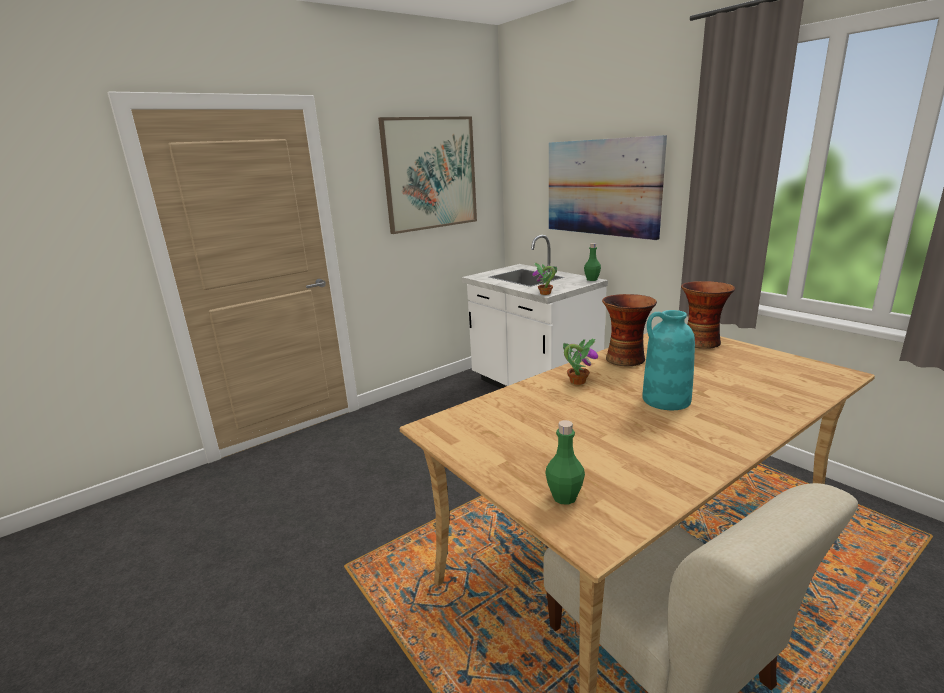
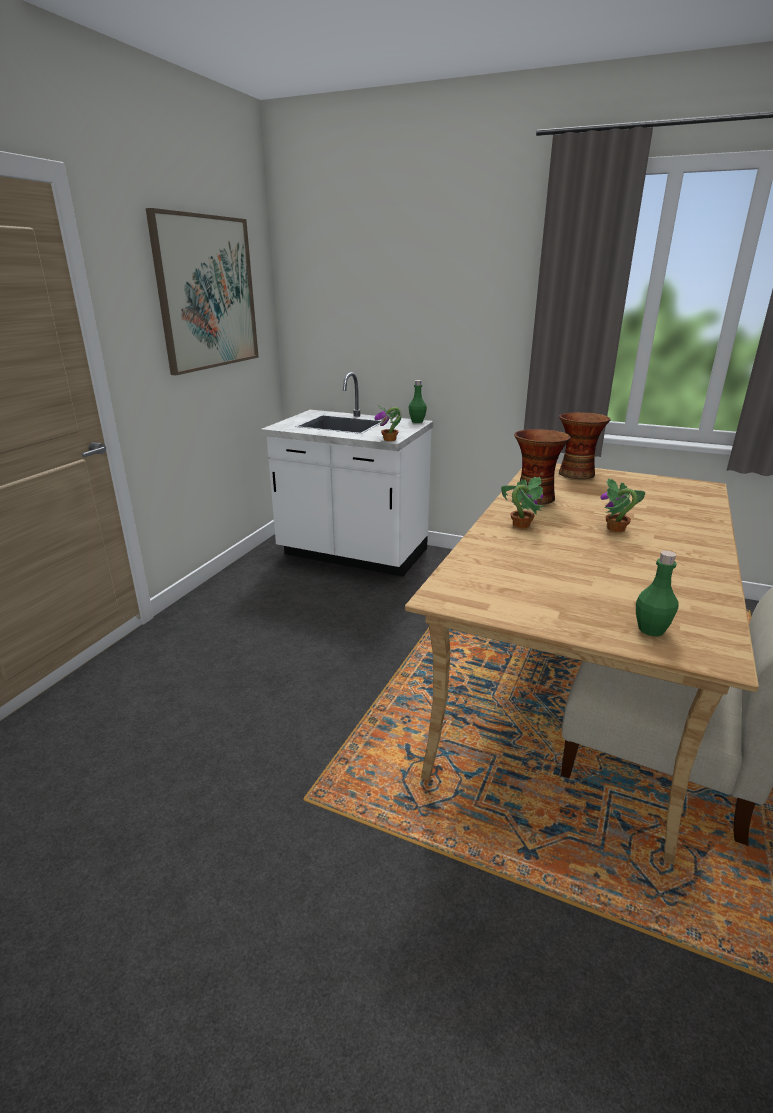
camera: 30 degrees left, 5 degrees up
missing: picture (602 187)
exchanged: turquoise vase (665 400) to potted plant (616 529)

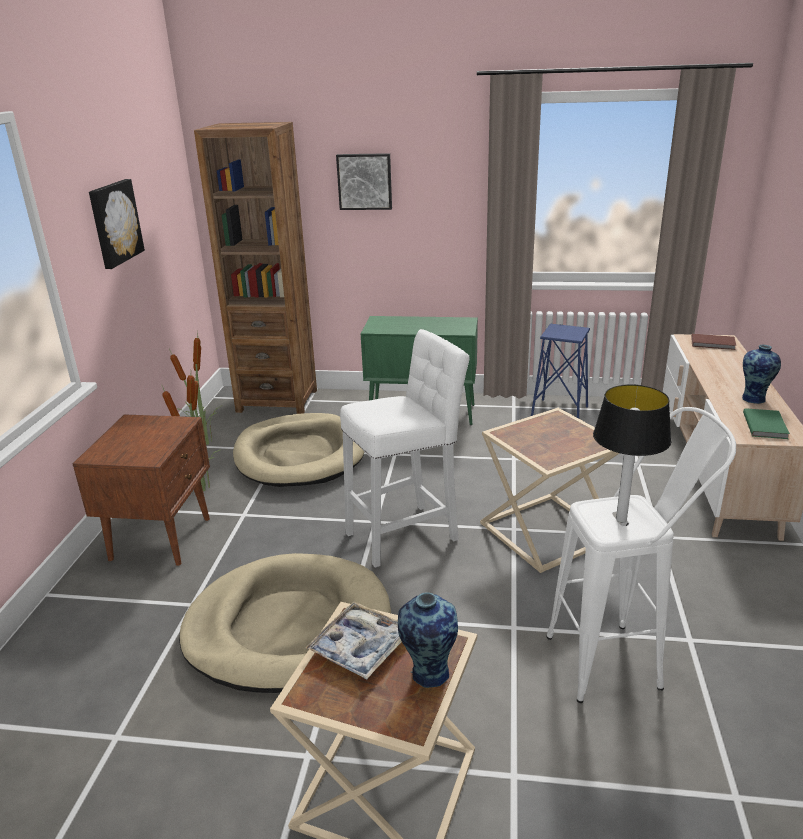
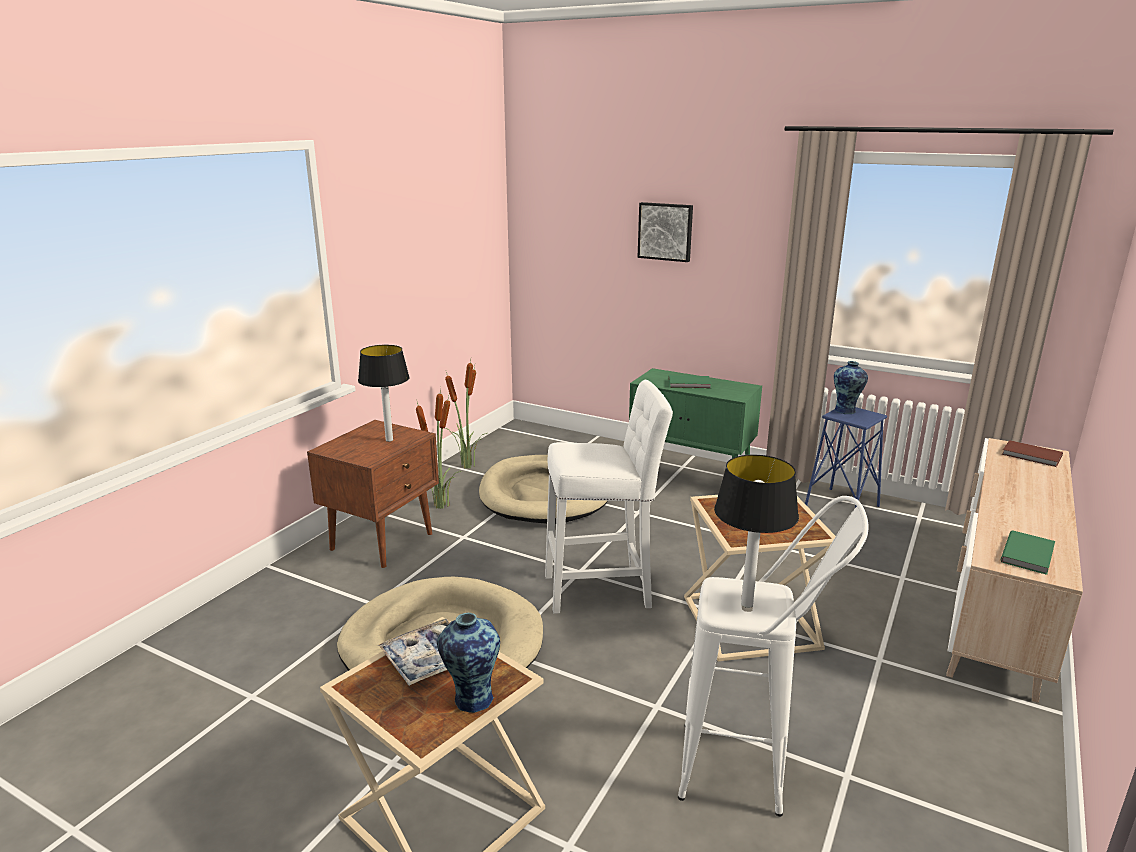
camera: 20 degrees right, 5 degrees down
missing: picture (114 223); brown bookcase (277 400)
appeared: table lamp (389 440); green book (690 384)
relocated: vase (754 398) to (846 411)

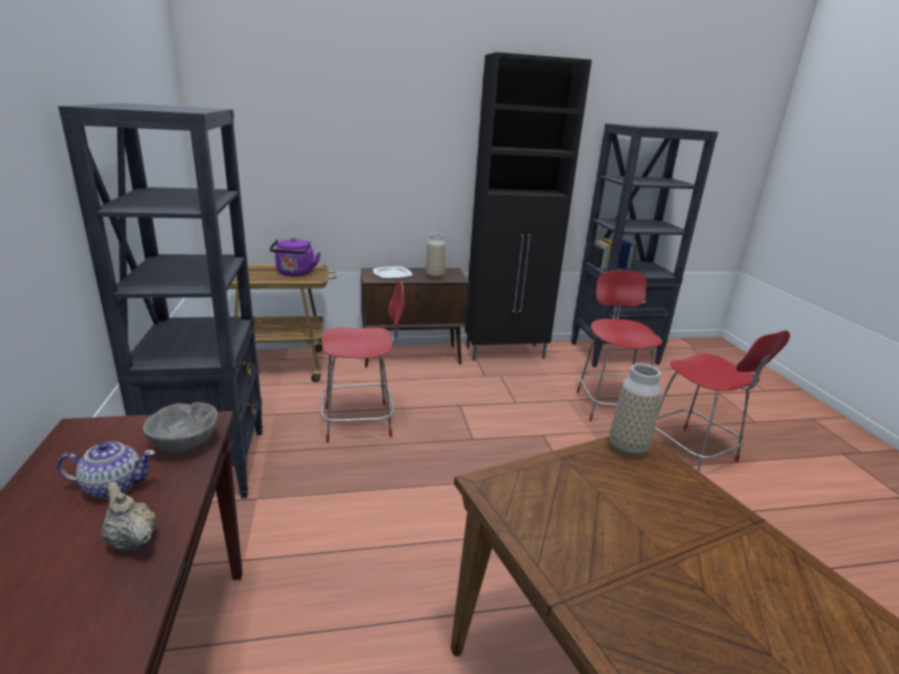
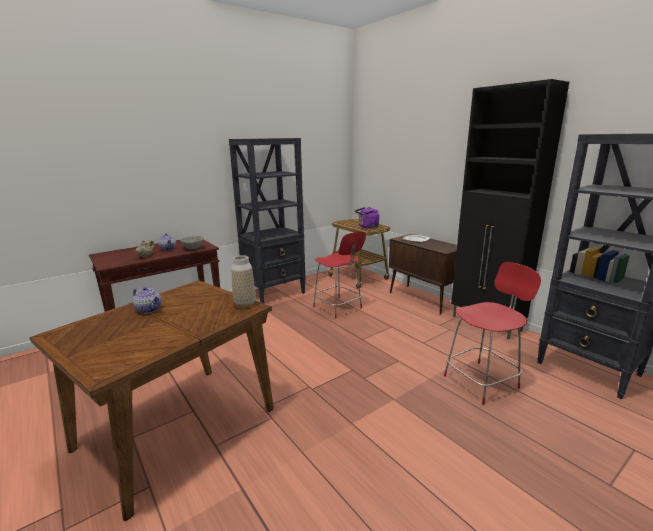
camera: 65 degrees right, 5 degrees down
missing: vase (434 276); red stool (692 454)
appeared: teapot (149 309)

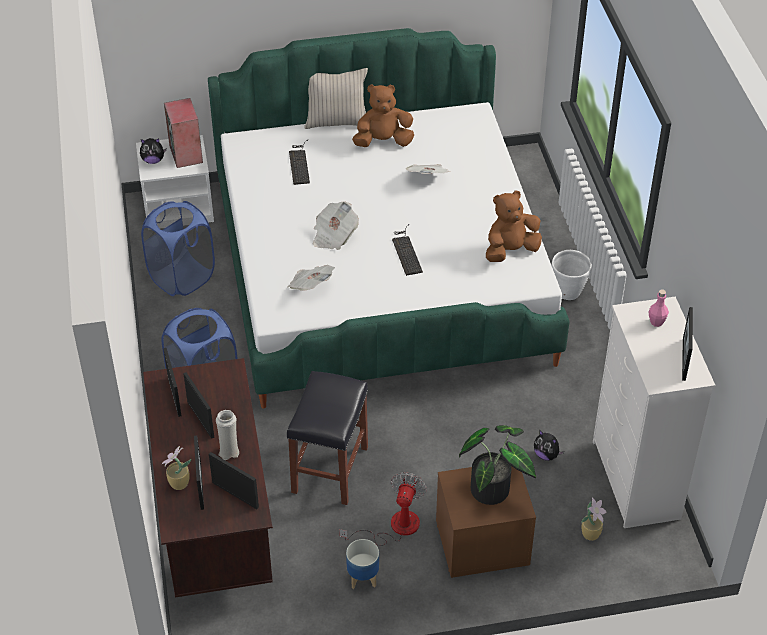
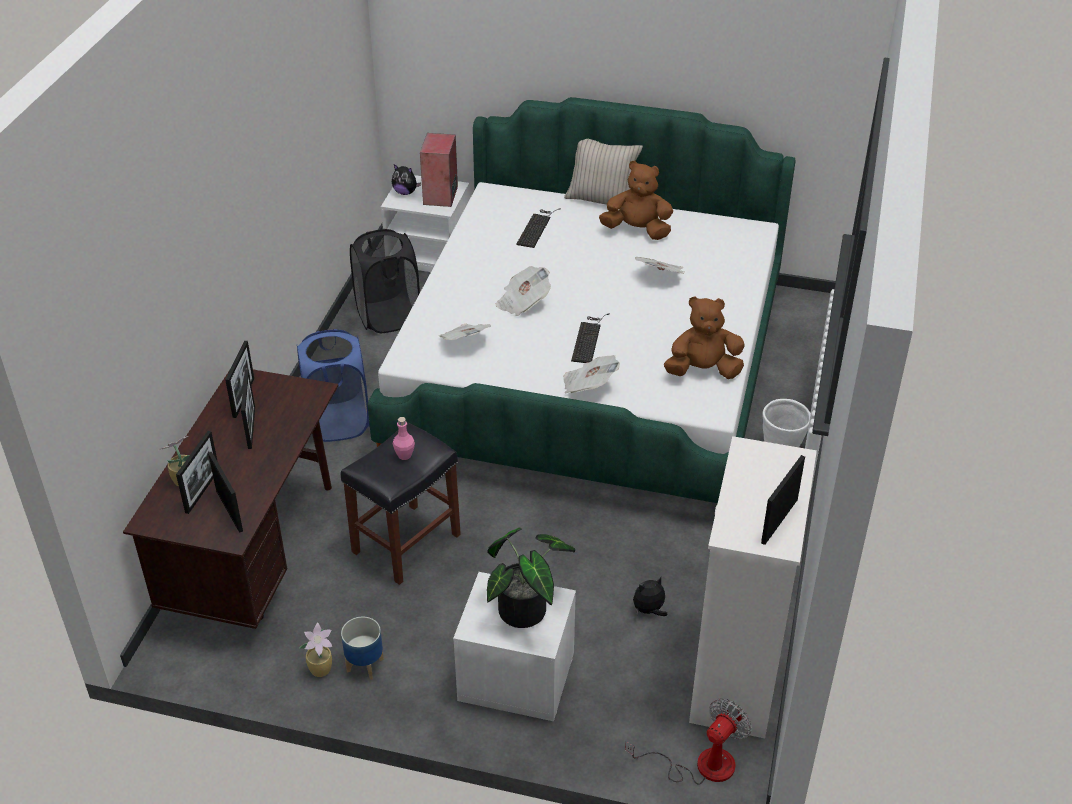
camera: 25 degrees right, 5 degrees down
missing: white vase (229 451)
appeared: newspaper (589 386)
relocated: fan (394 527) to (701 765); potted plant (591 533) to (322 669); pink bottle (656 322) to (404 455)
colour: blue laundry basket (182 278) to black laundry basket (388 317); brown nightstand (481 544) to white nightstand (515 678)
spun: plush toy (546 455) = (649 610) 90 degrees clockwise

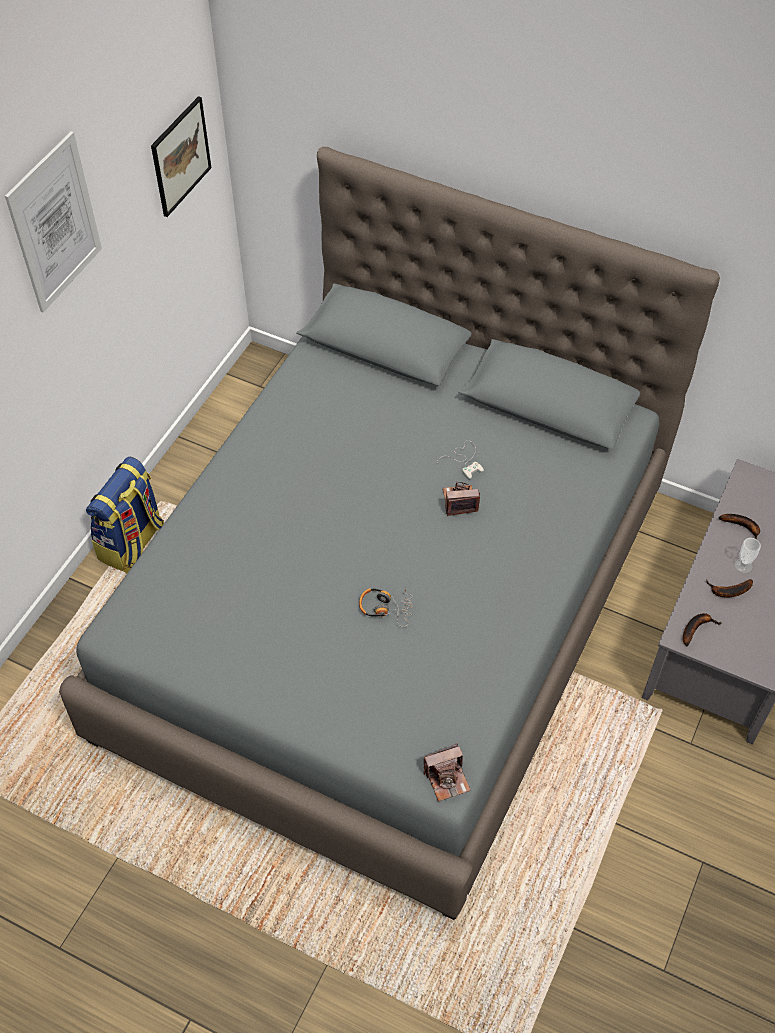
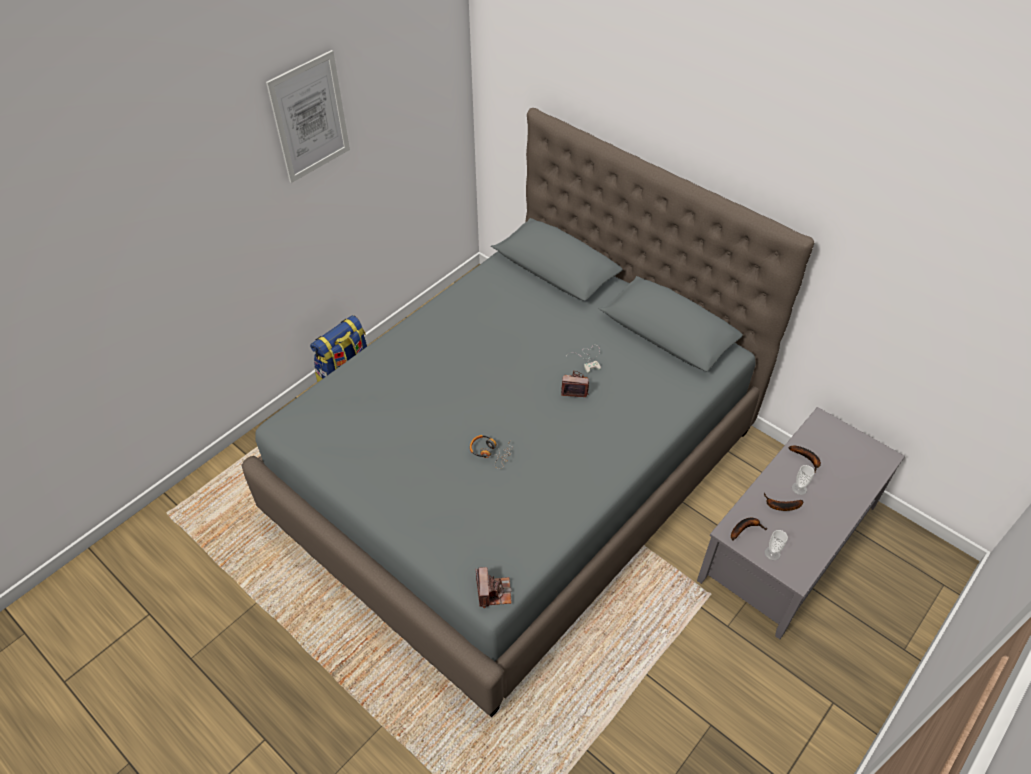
camera: 15 degrees right, 5 degrees down
missing: picture (180 156)
appeared: cup (772 553)
spun: photo camera (447 778) = (493 592) 90 degrees counterclockwise

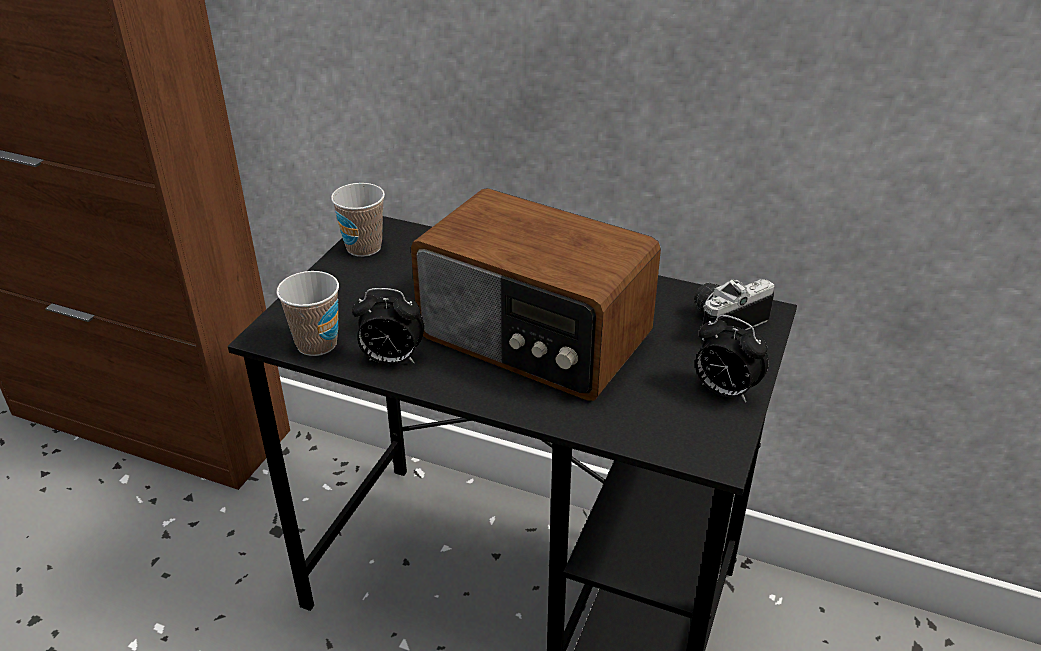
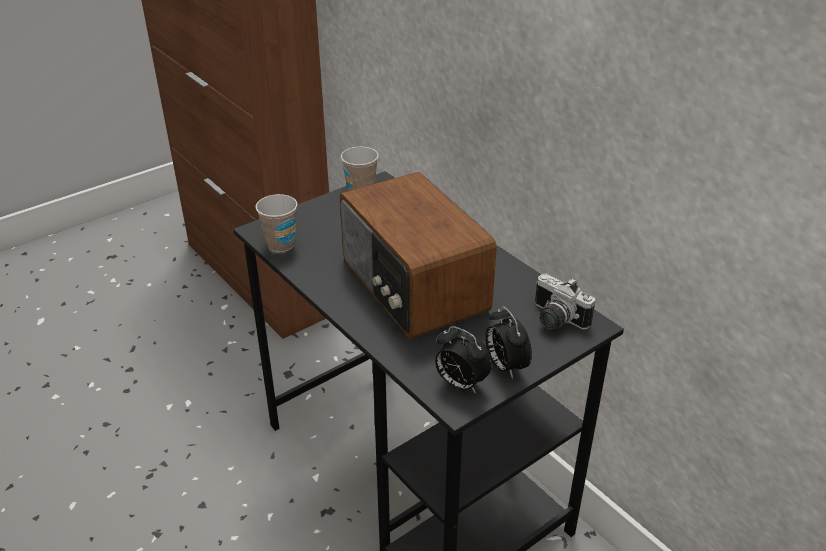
camera: 30 degrees right, 0 degrees up
relocated: alarm clock (391 360) to (460 384)
spun: photo camera (723 320) = (555 320) 135 degrees counterclockwise

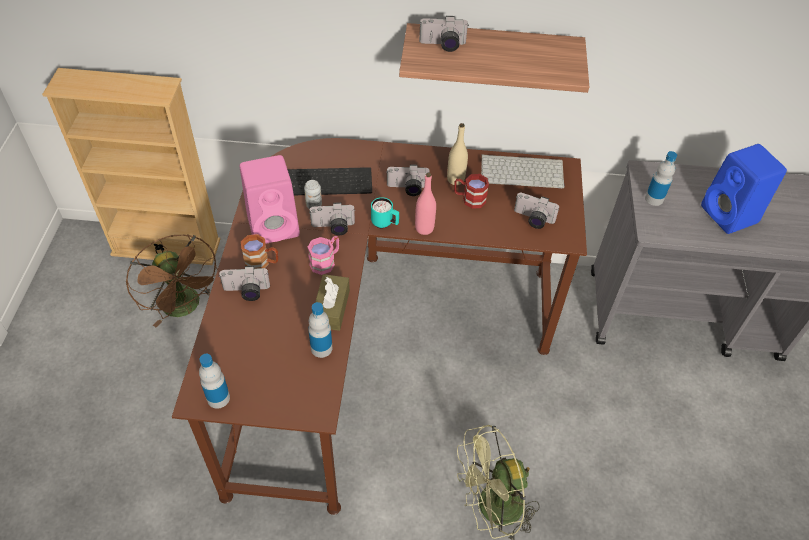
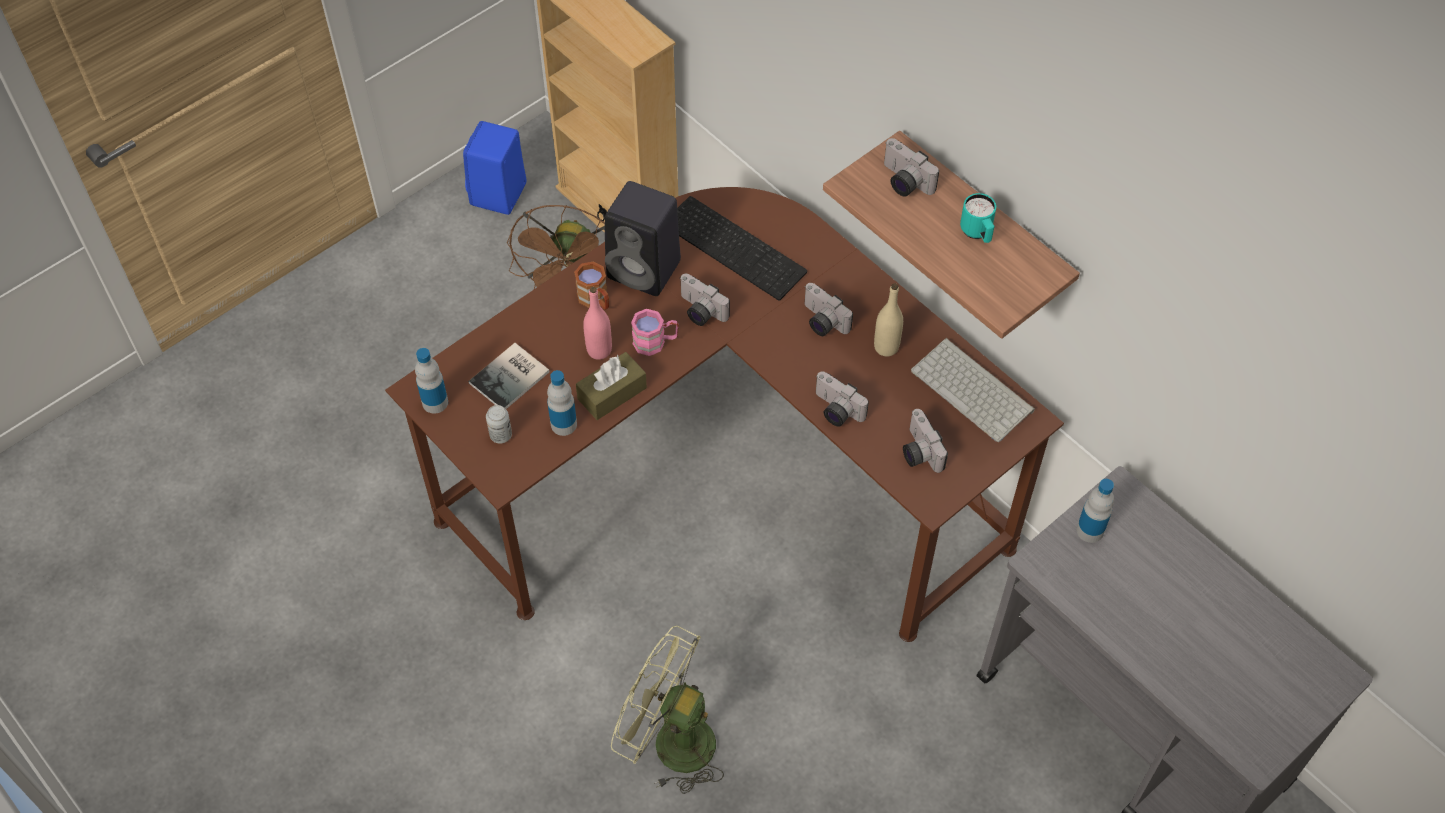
camera: 45 degrees right, 5 degrees up
missing: red mug (469 199)
appeared: book (512 377)
relocated: photo camera (246 292) to (835 410); can (314 205) to (501 435); turquoise mug (385 223) to (977 233); pink bottle (424 228) to (599 350); blue speaker (730 215) to (498 195)
colour: pink speaker (275 226) to black speaker (646 270)

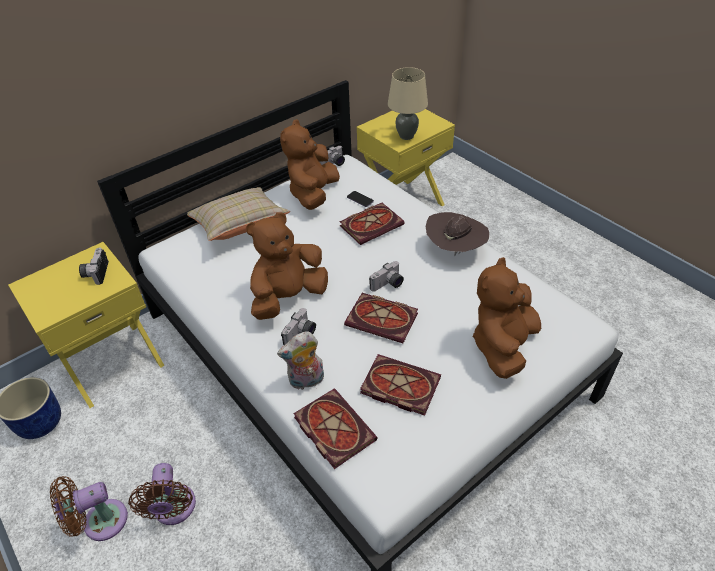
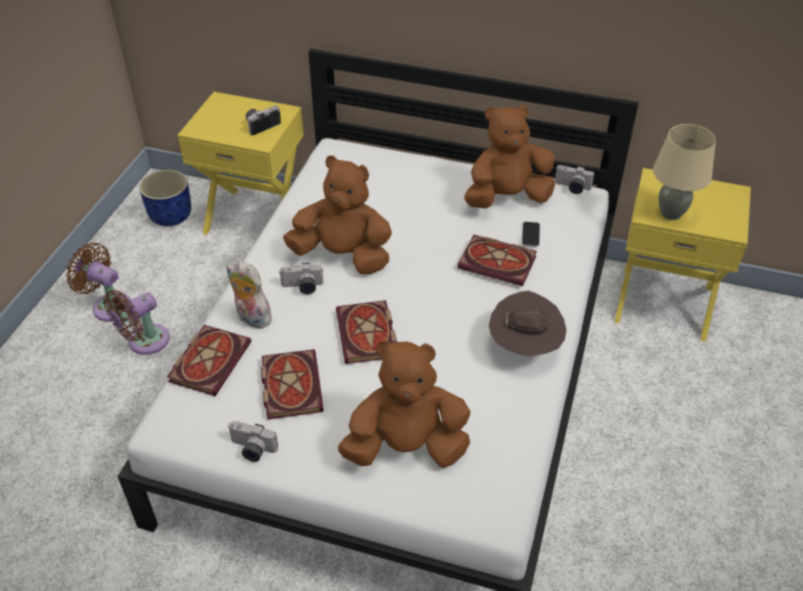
camera: 55 degrees right, 0 degrees up
missing: beige pillow (239 226)
relocated: photo camera (388 285) to (251 450)

